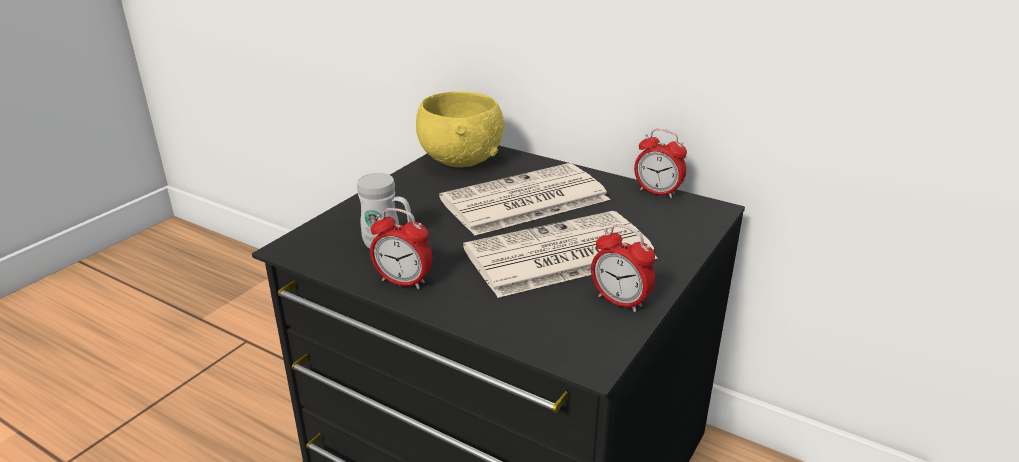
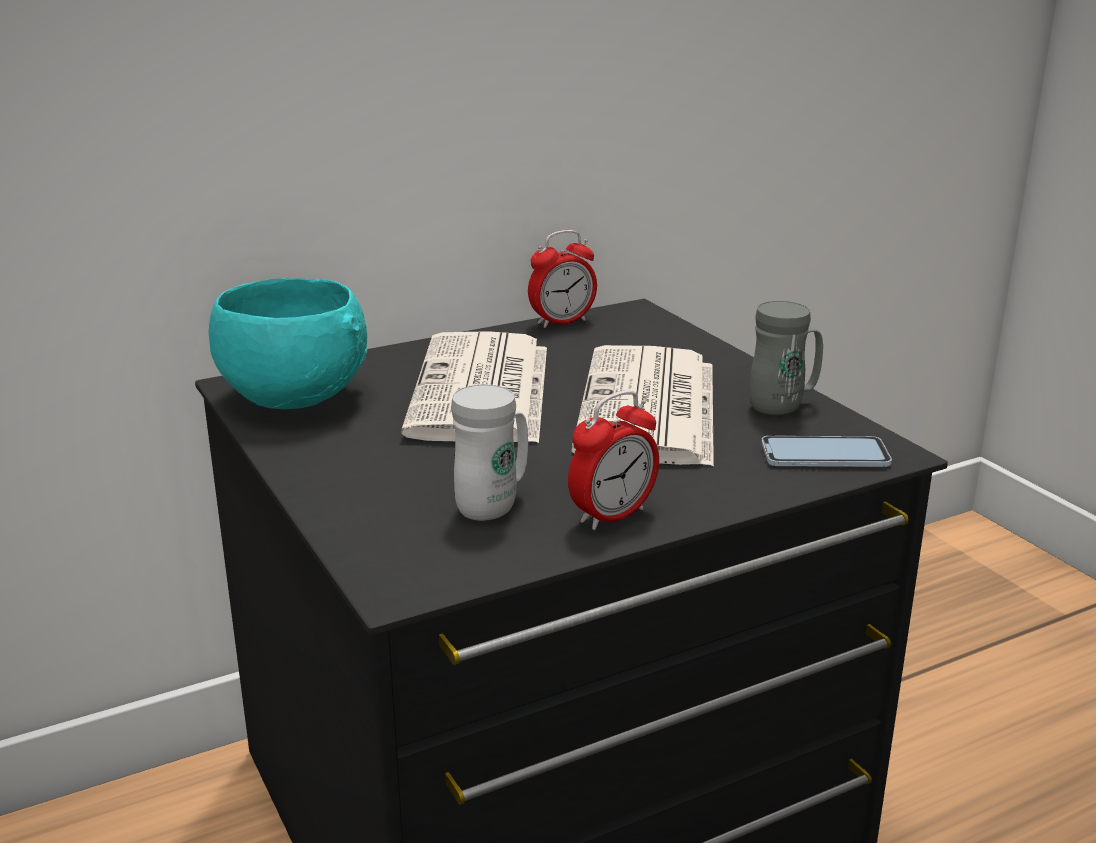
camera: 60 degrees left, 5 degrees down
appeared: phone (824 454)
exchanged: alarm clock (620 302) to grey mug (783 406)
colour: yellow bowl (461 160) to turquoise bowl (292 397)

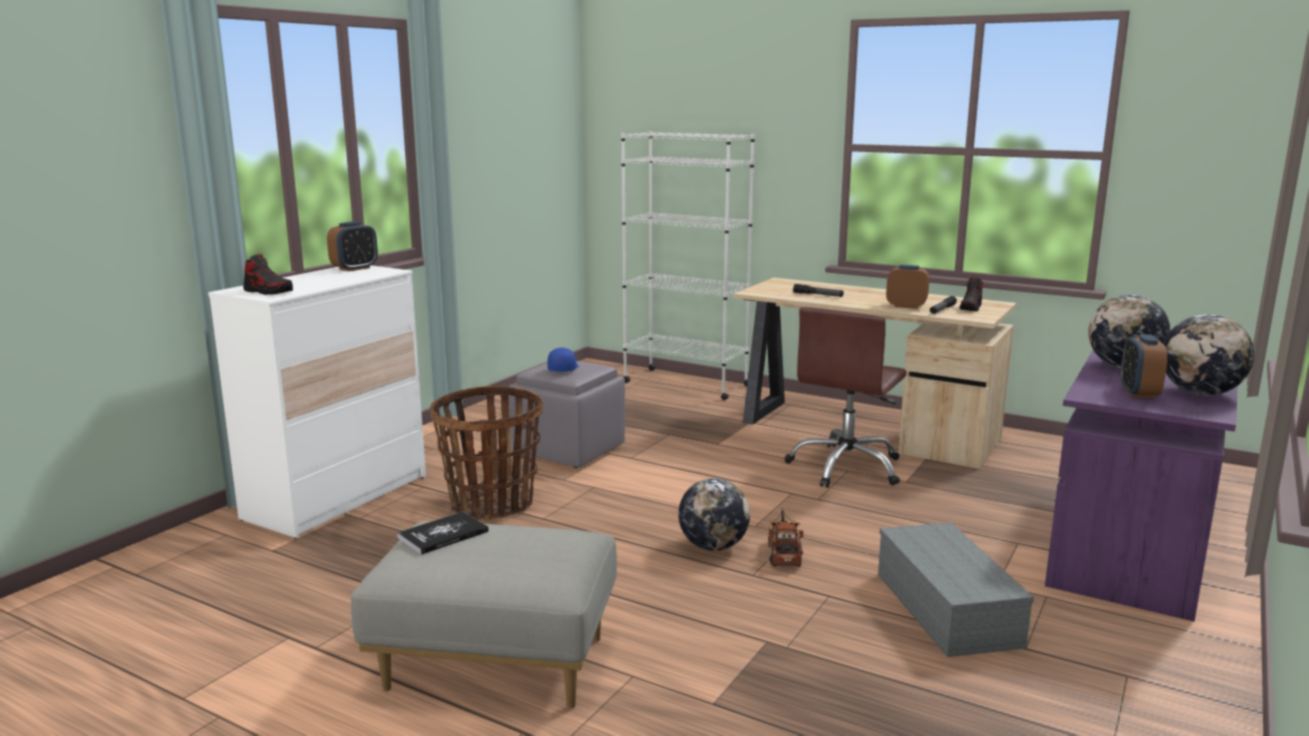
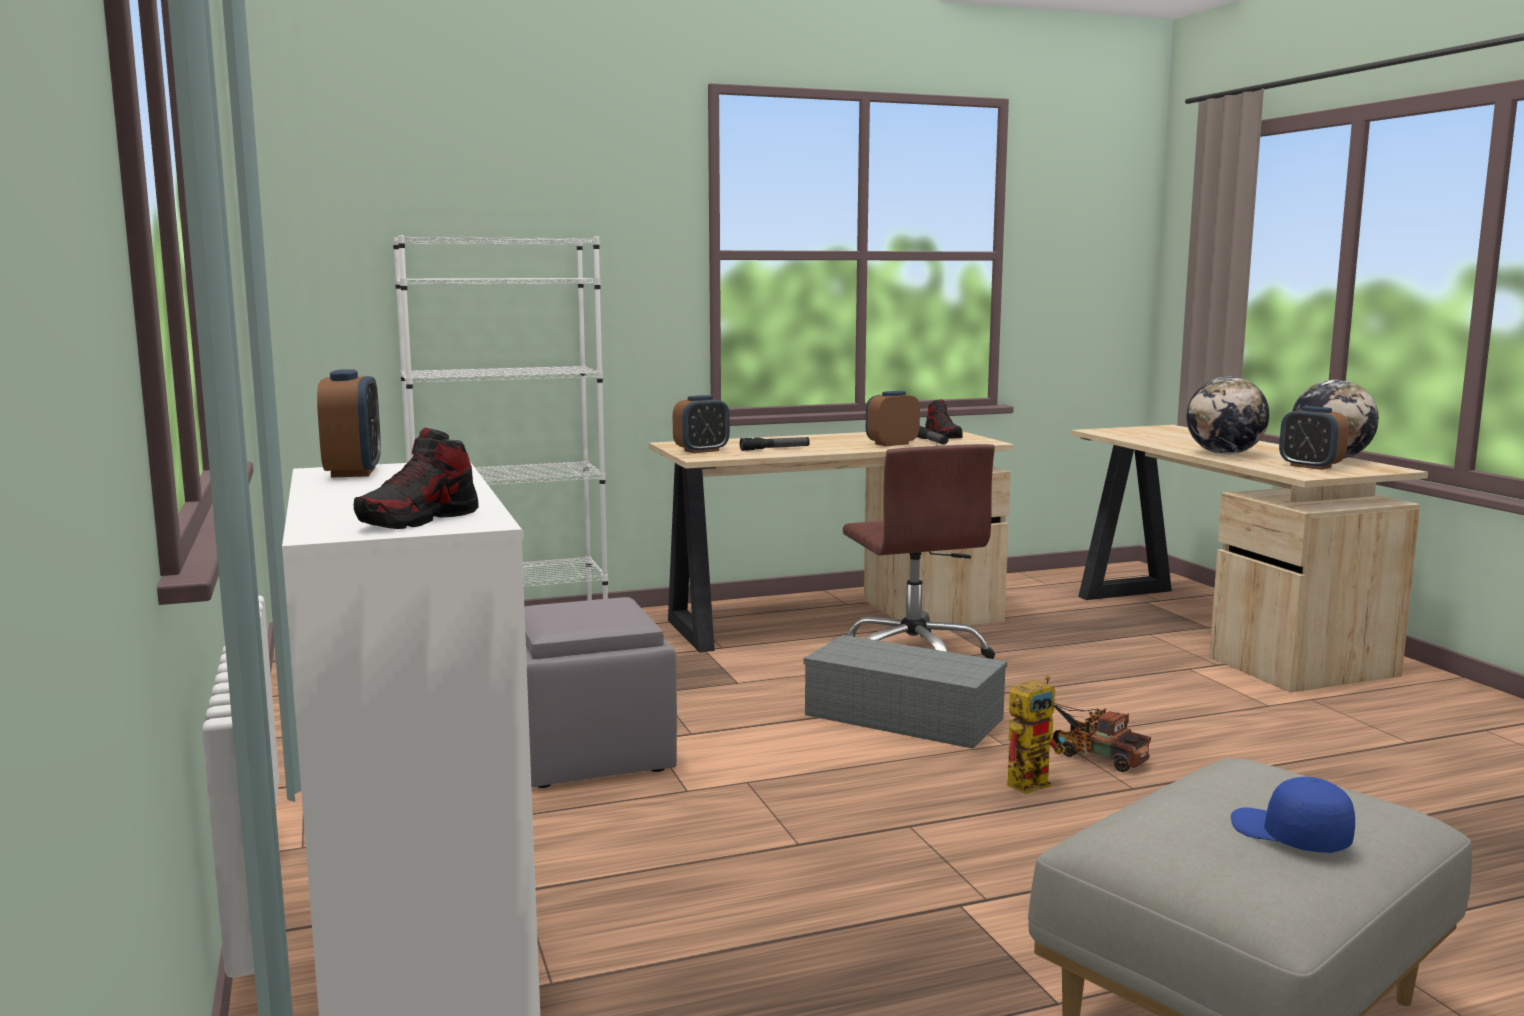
camera: 50 degrees left, 5 degrees down
missing: book (443 534); basket (492 504)
appeared: alarm clock (701 450)
relocated: blue cap (563 369) to (1289 836); grey storage box (949 610) to (907 716)
exchanged: globe (713 546) to toy robot (1032 781)
colour: purple desk (1137 533) to beige desk (1216 630)
spun: shoe (268 291) = (419 519) 150 degrees clockwise

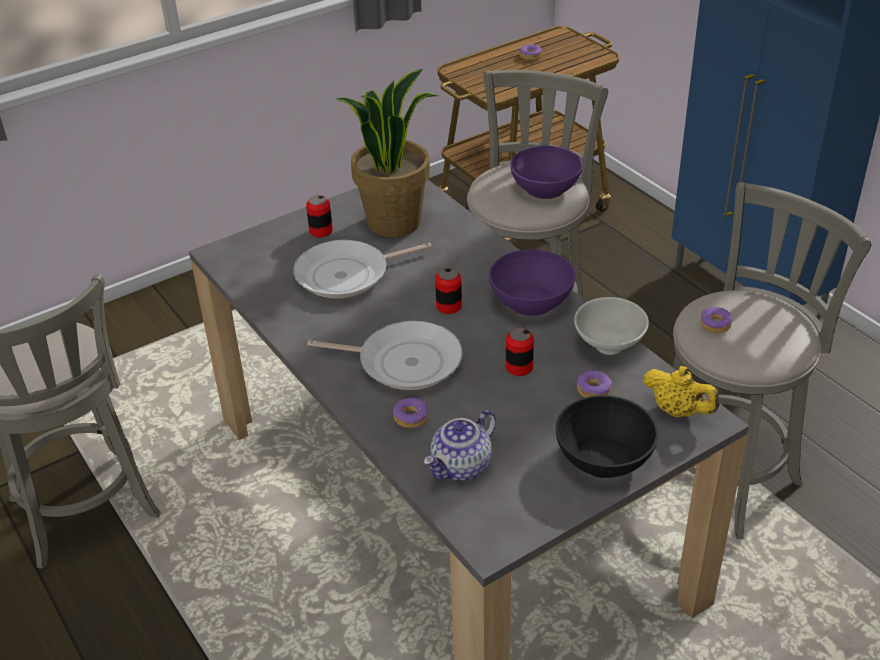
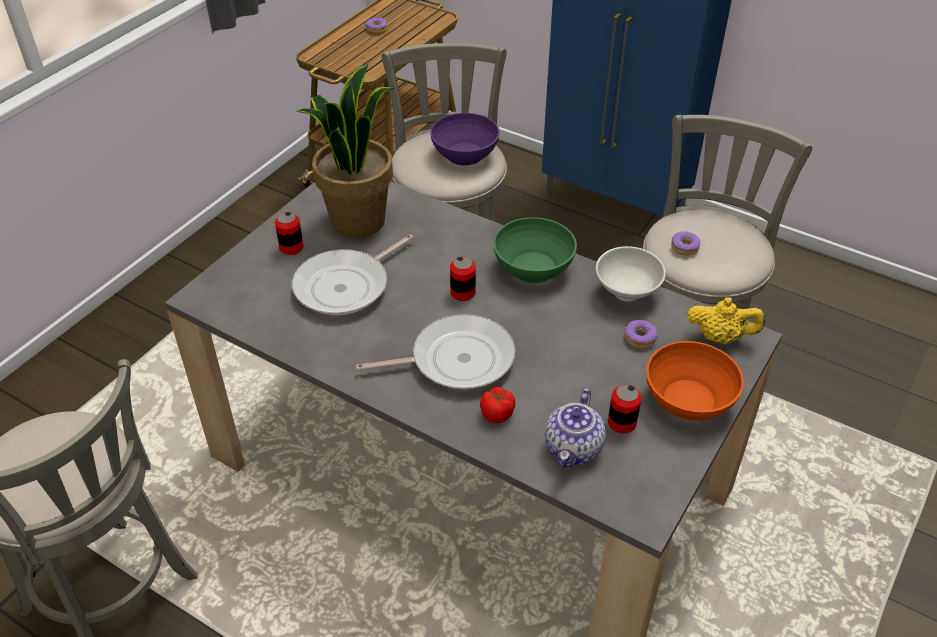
camera: 25 degrees left, 5 degrees up
relocated: can (519 367) to (622 422)
exchanged: donut (411 417) to tomato (498 414)
colour: purple bowl (530 300) to green bowl (532 267); black bowl (603 458) to orange bowl (688 401)

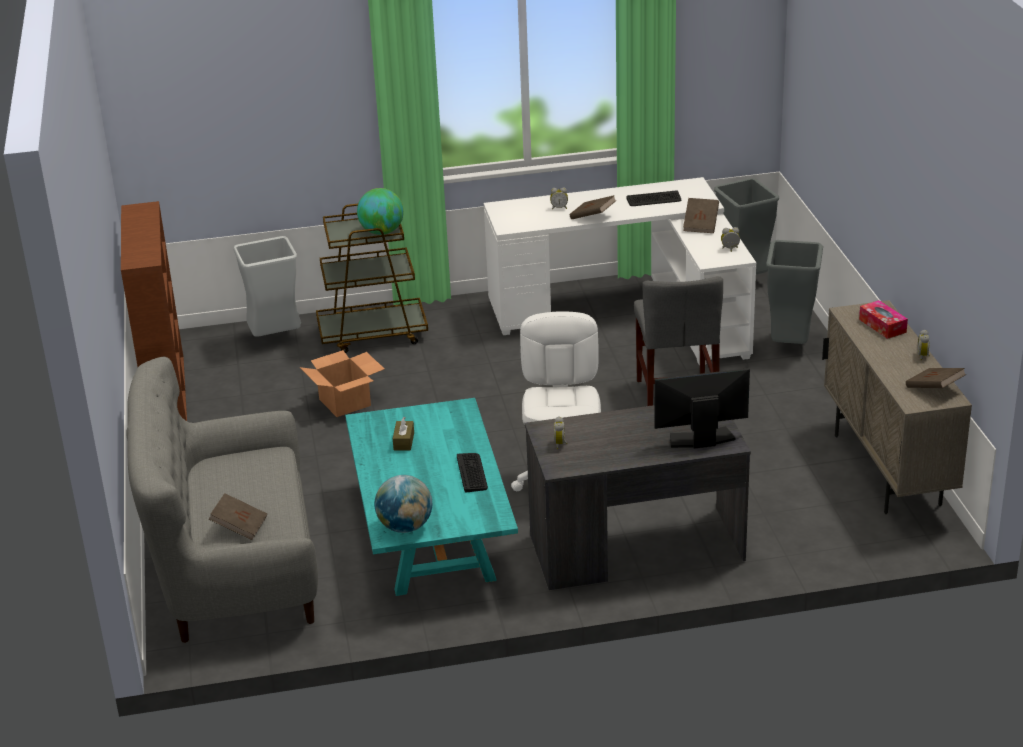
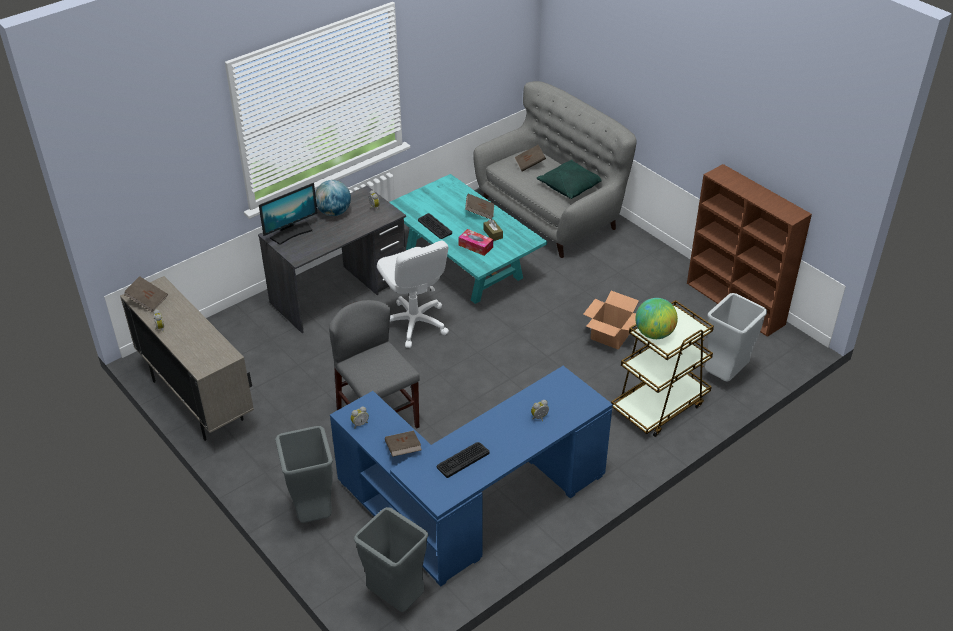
camera: 150 degrees right, 10 degrees up
appeared: green pillow (570 186)
relocated: globe (405 527) to (334 212); brown book (592 217) to (479 212); tissue box (882 326) to (475 246)
colour: white desk (632 313) to blue desk (471 506)

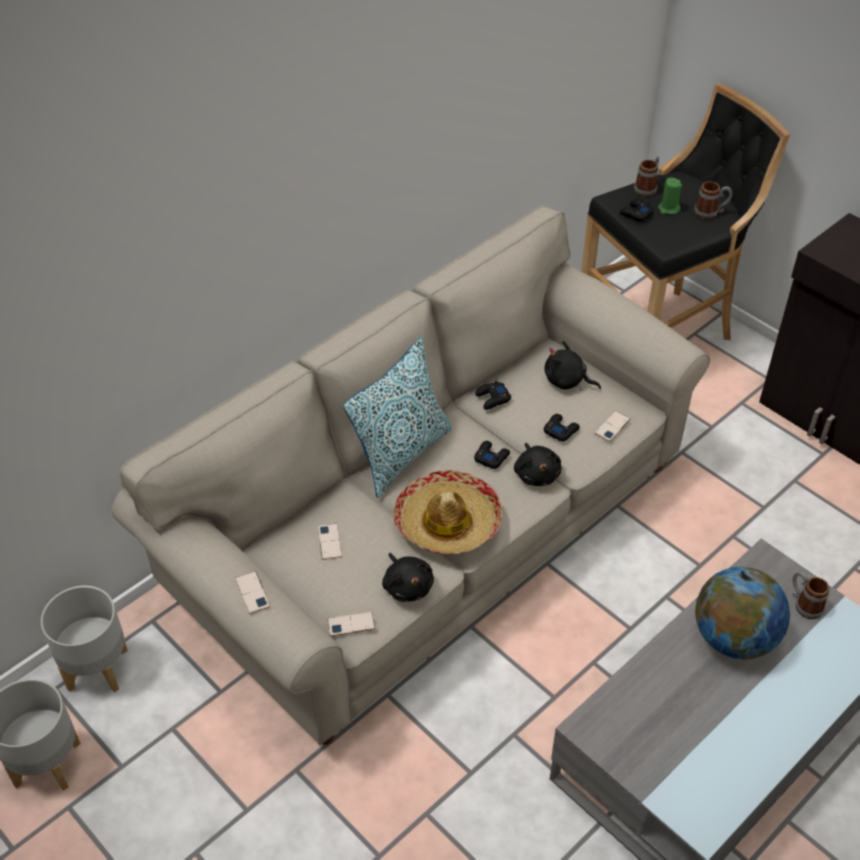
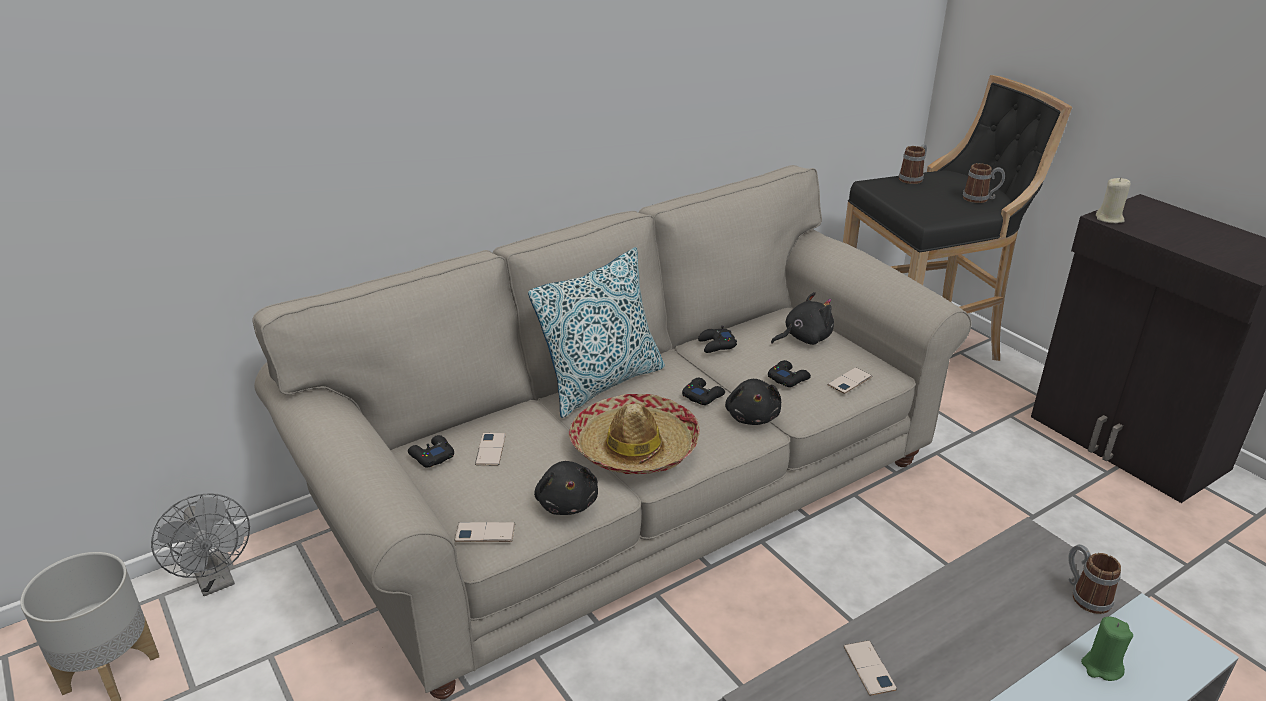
camera: 10 degrees right, 15 degrees down
missing: globe (734 638)
appeared: beige candle (1109 219)
relocated: phone (252 592) to (869 668); black game controller (636 214) to (431 456); green candle (668 209) to (1101 667)
exchanged: grey planter (97 668) to grey fan (216 581)
spun: black plush toy (567 381) = (804 338) 120 degrees clockwise

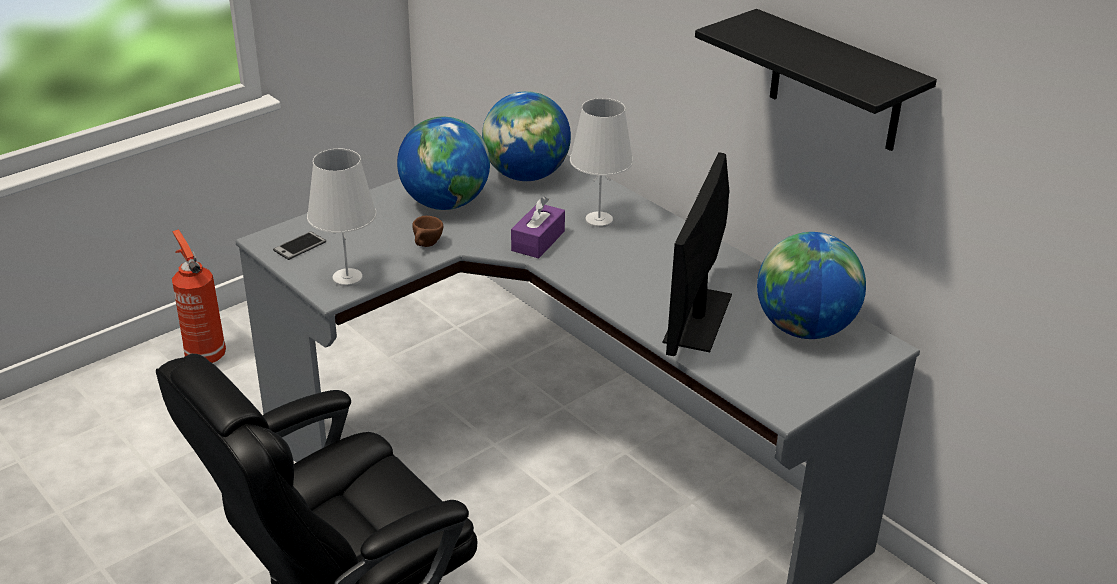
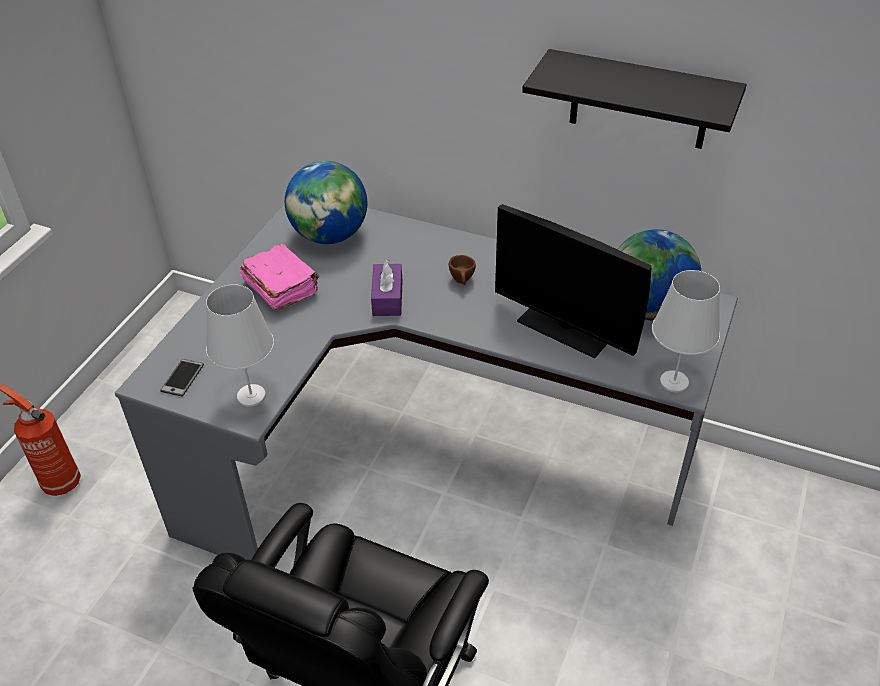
camera: 25 degrees left, 10 degrees up
relocated: brown cup (426 246) to (462 282); white table lamp (599 220) to (674 381)
exchanged: globe (445 203) to pink book (281 287)
spun: monitor (698 318) = (565 328) 45 degrees counterclockwise

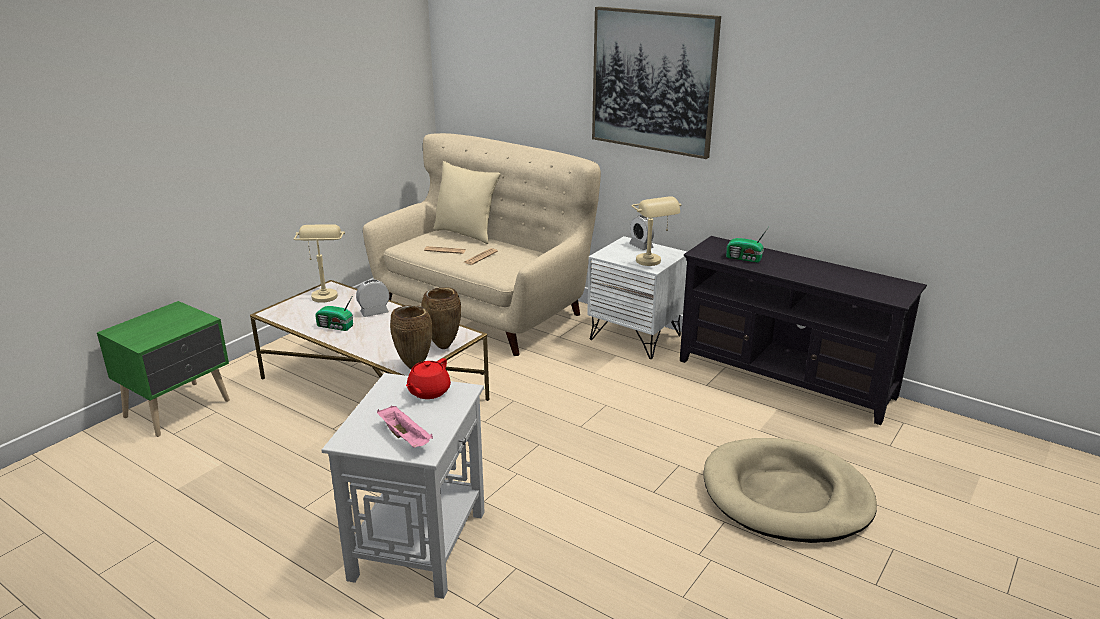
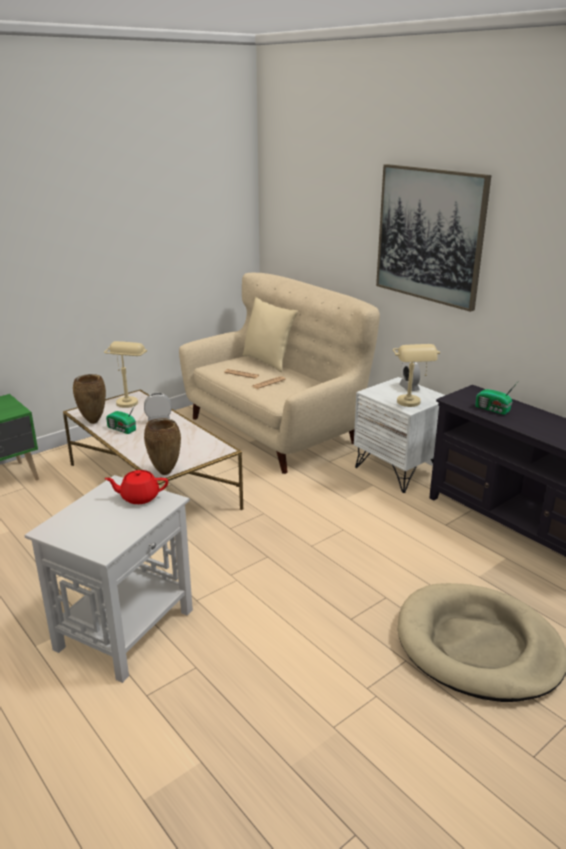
camera: 15 degrees right, 0 degrees up
missing: pink tray (406 438)
relocated: brown vase (443 346) to (93 421)
spun: red teapot (428 392) = (139 497) 45 degrees clockwise

